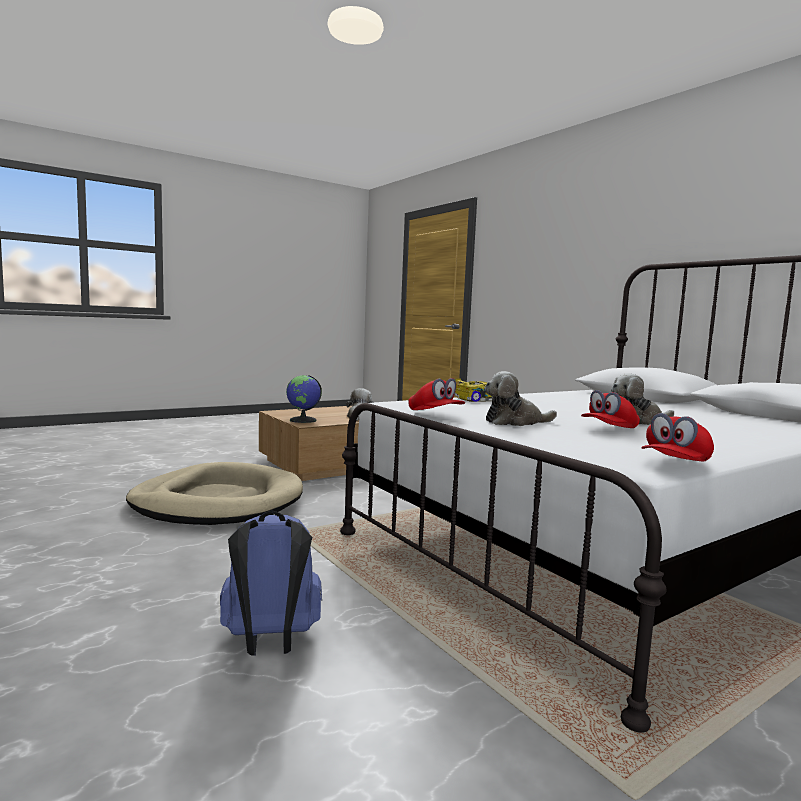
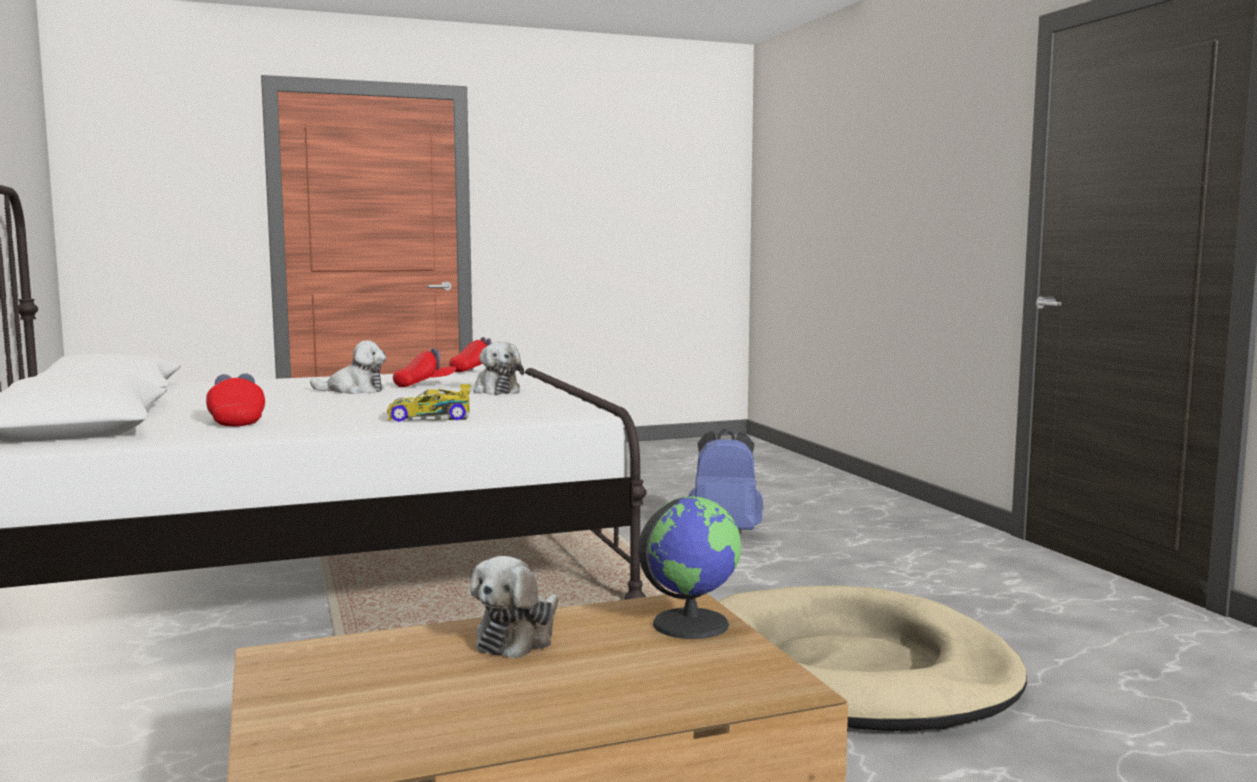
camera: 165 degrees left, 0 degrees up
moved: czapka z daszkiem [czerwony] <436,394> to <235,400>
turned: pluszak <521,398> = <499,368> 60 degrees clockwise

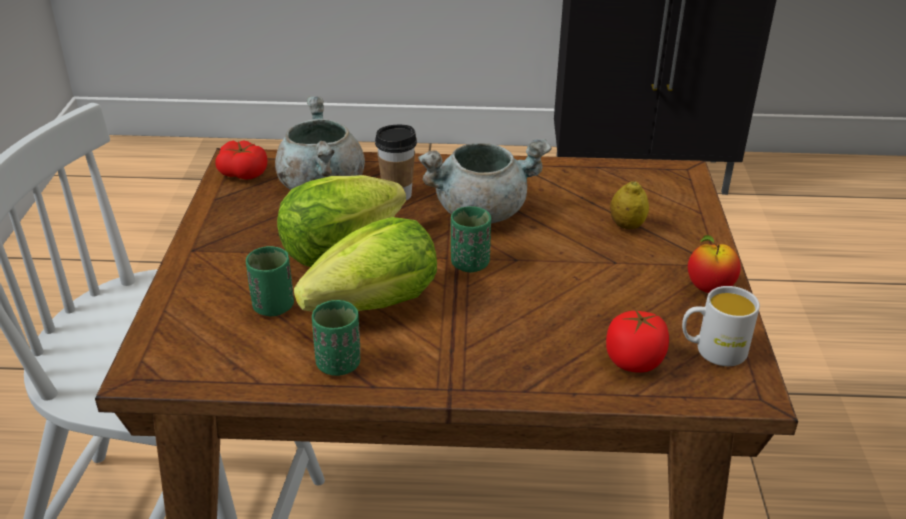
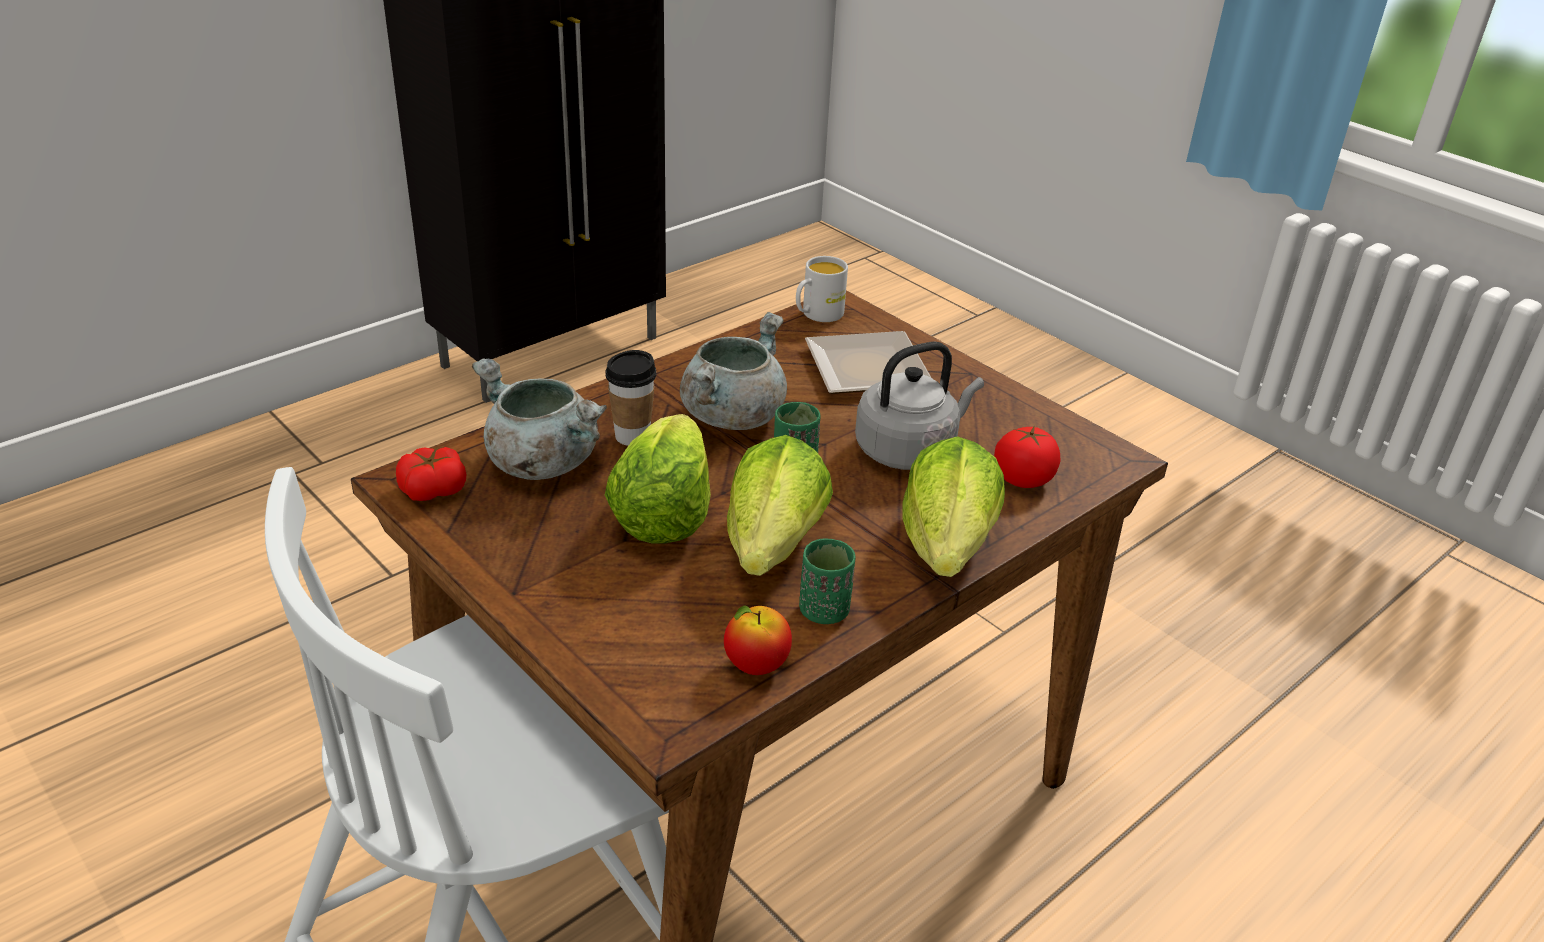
camera: 45 degrees left, 0 degrees up
removed: filiżanka [zielony] <270,281>
added: czajnik [szary] <919,405>; sałata <954,506>
moved: jabłko <714,264> to <758,640>; kubek [biały] <721,326> to <822,289>
replaced: cytryna <629,205> to talerz <868,362>

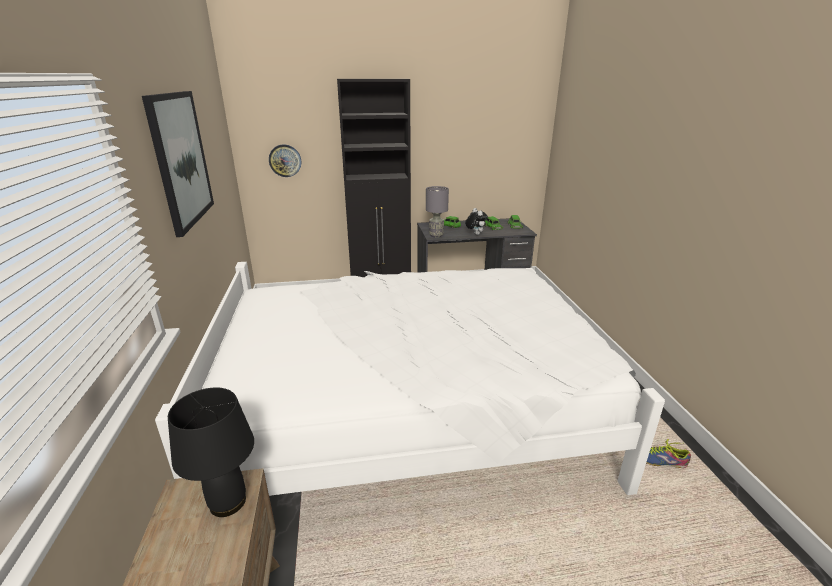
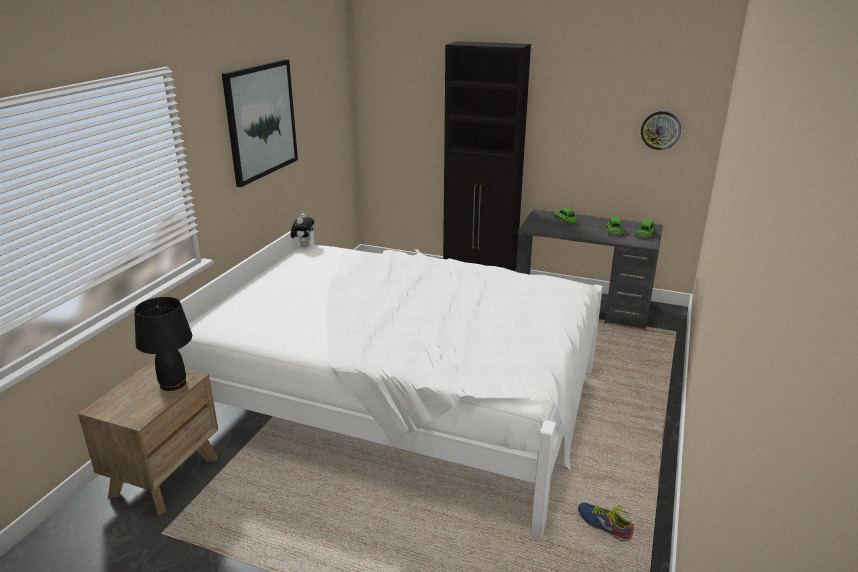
camera: 30 degrees right, 0 degrees up
removed: lampa stołowa [szary] <437,212>
moved: pluszak <476,221> to <302,230>; zegar ścienny <285,160> to <661,130>

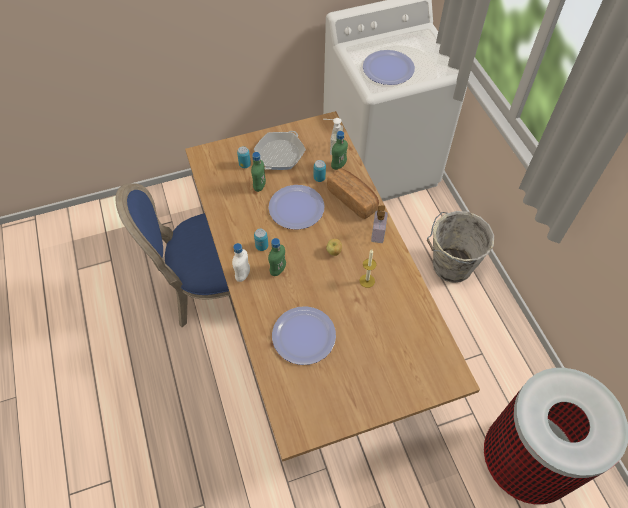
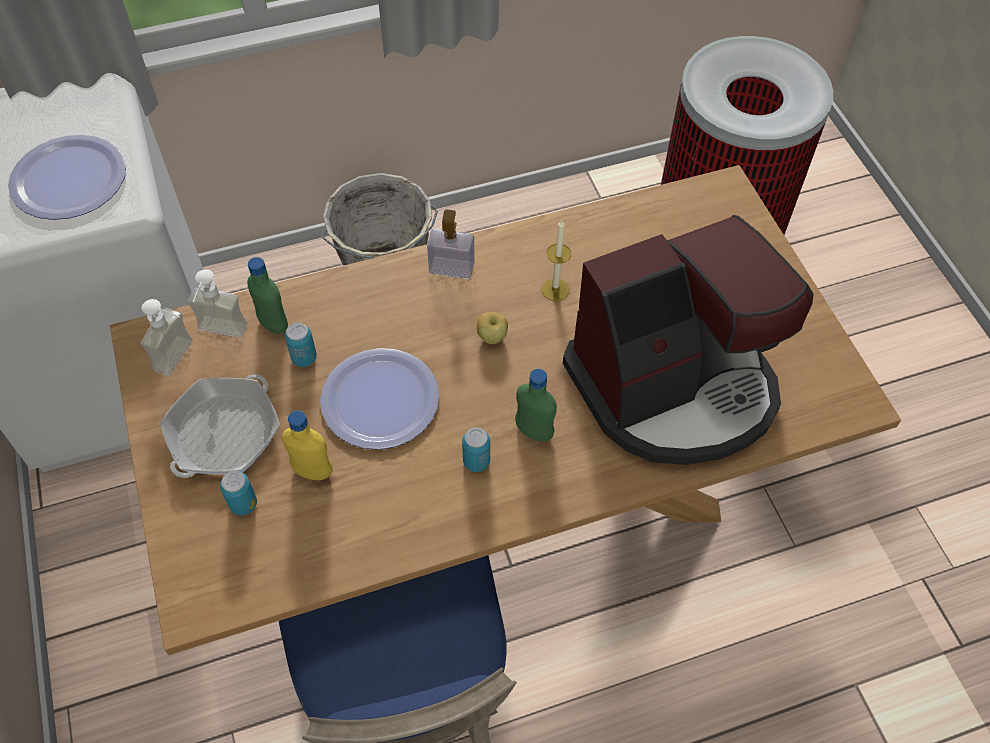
camera: 90 degrees left, 0 degrees up
removed: butelka [biały] <241,262>; chleb <353,194>
added: dozownik mydła <167,337>
replaced: talerz <304,335> to ekspres do kawy <688,340>
recoloured: butelka [zielony] <258,172> to butelka [żółty] <307,445>
turned: patelnia <280,150> = <220,426> 90 degrees clockwise

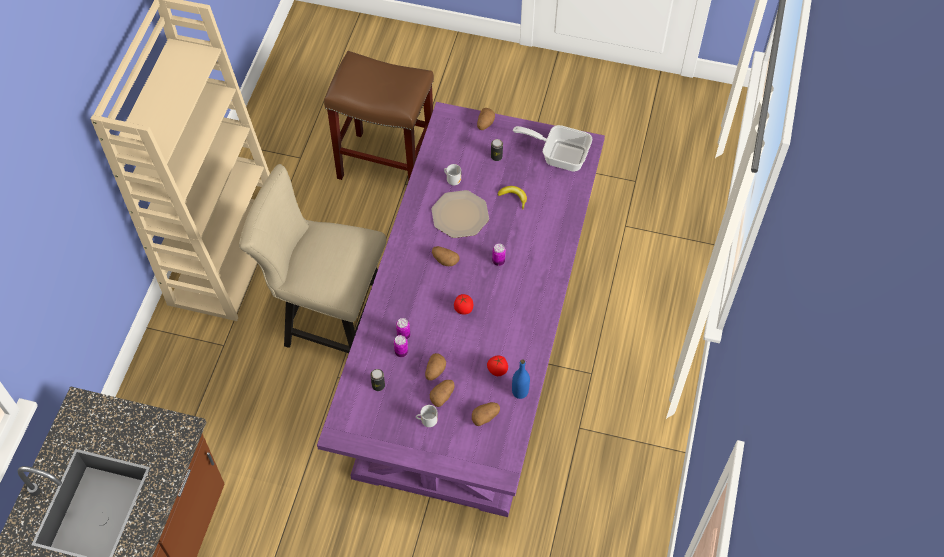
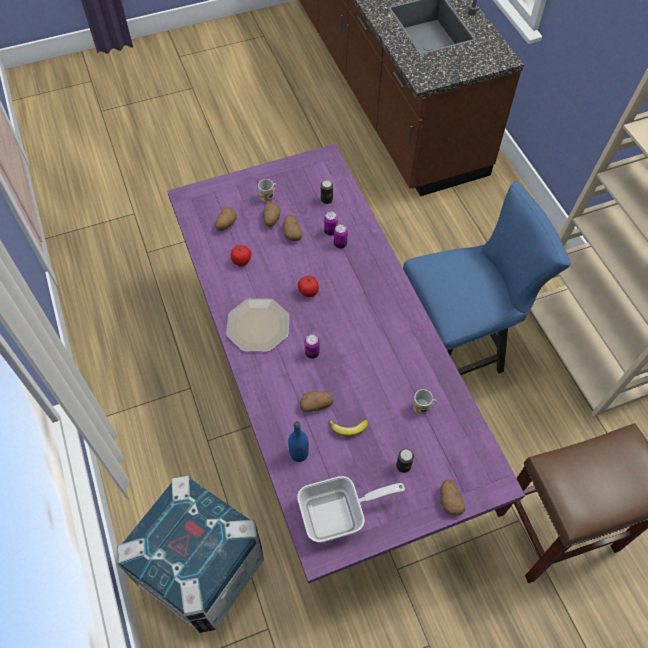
camera: 145 degrees right, 0 degrees up
added: skrzynka <190,554>
moved: talerz <460,214> to <258,325>; butelka [niebieski] <521,379> to <298,441>; ziemniak <446,256> to <316,401>
recoloured: krzesło [beżowy] <312,258> to krzesło [niebieski] <487,278>

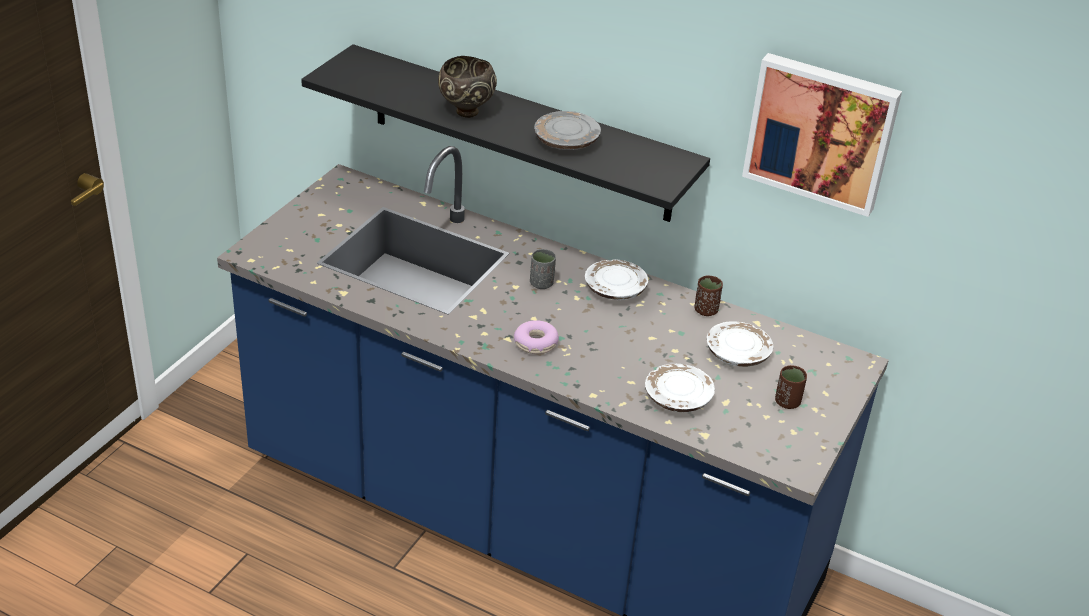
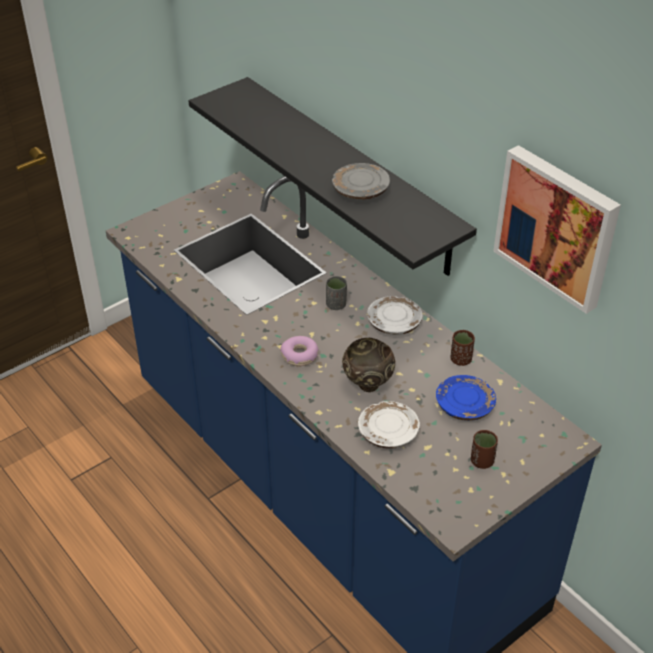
camera: 25 degrees right, 5 degrees up
moved: miska [brązowy] <467,87> to <368,365>
recoloured: talerz [biały] <740,344> to talerz [niebieski] <466,398>

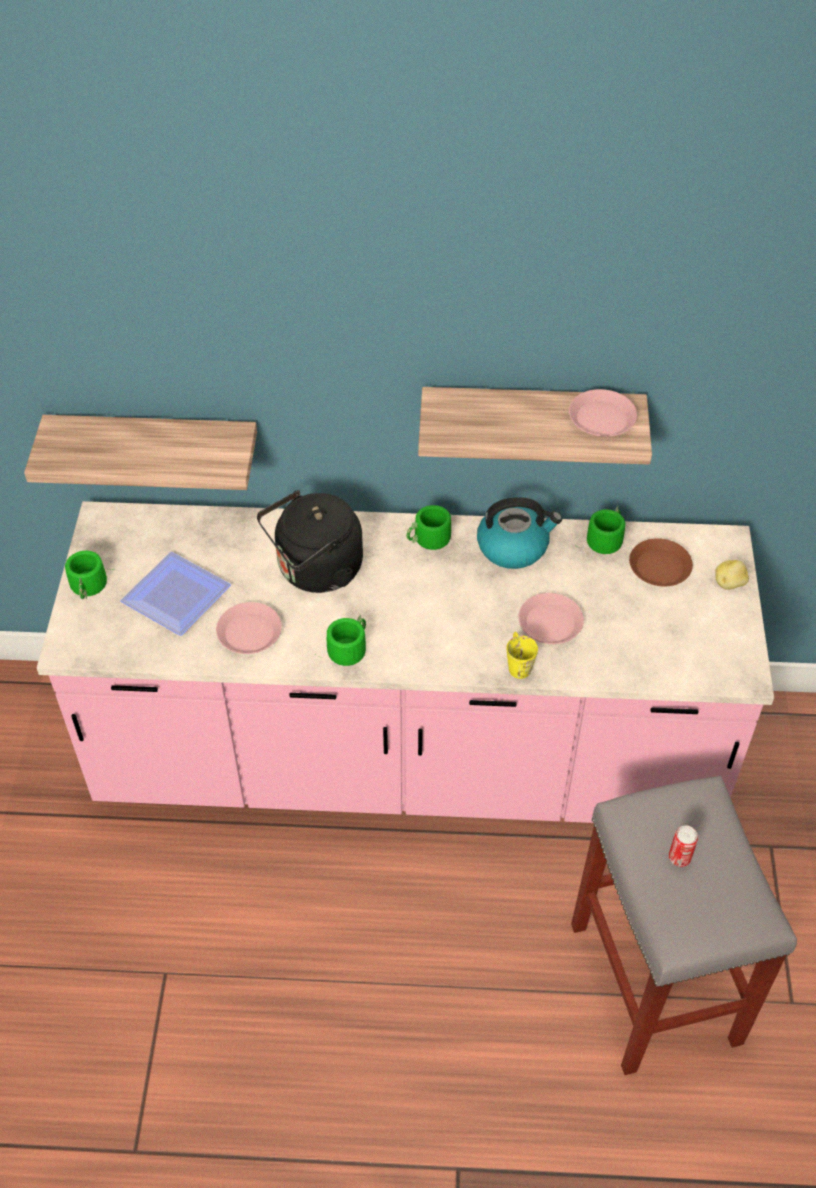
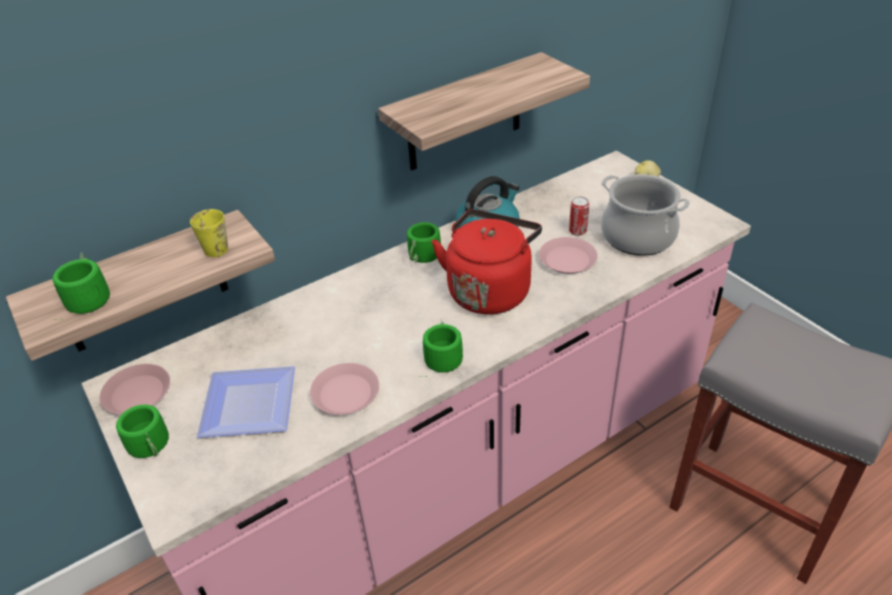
camera: 35 degrees left, 10 degrees down
removed: czajnik [czarny] <310,541>; talerz [brązowy] <661,562>
added: czajnik [czerwony] <487,262>; garnek <645,215>
moved: kubek [zielony] <600,530> to <81,286>; talerz [różowy] <603,413> to <135,389>; kubek [żółty] <522,655> to <209,233>; puszka <683,846> to <579,216>

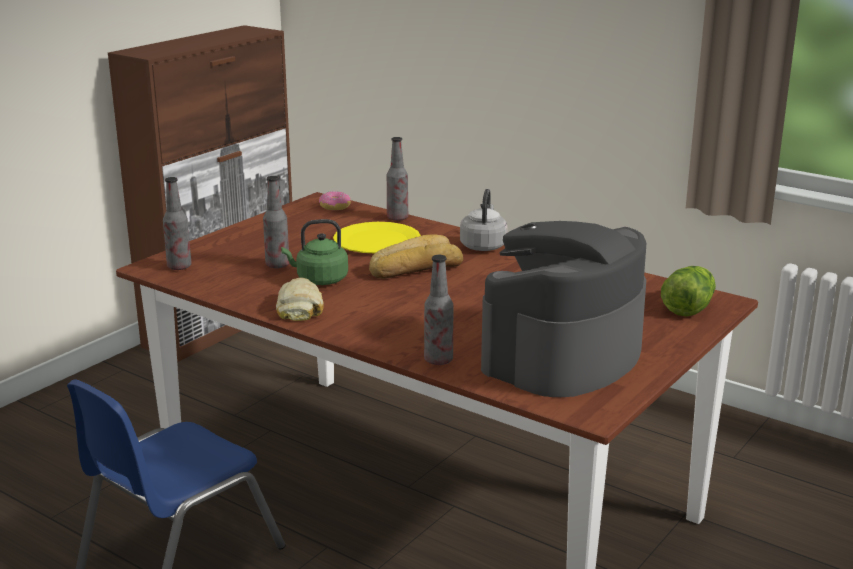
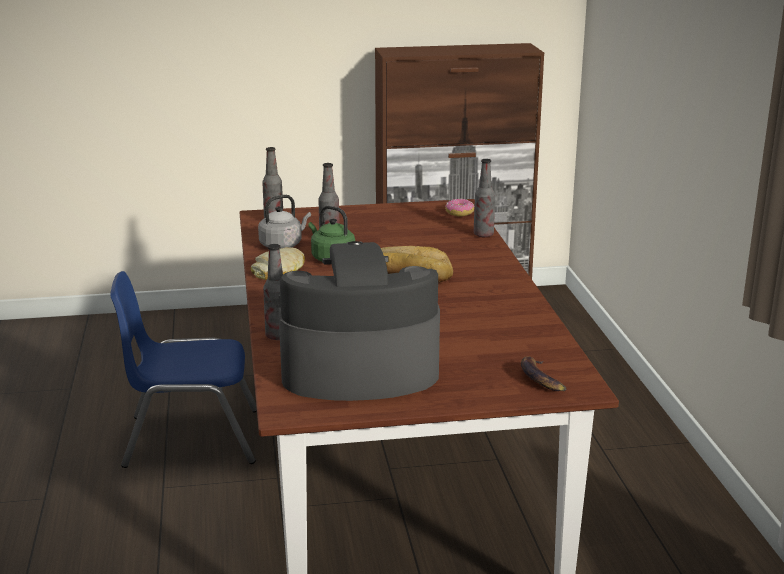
camera: 45 degrees right, 0 degrees up
removed: talerz [żółty] <377,237>
moved: czajnik [szary] <483,220> to <284,222>
replaced: sałata <688,291> to banan <543,373>

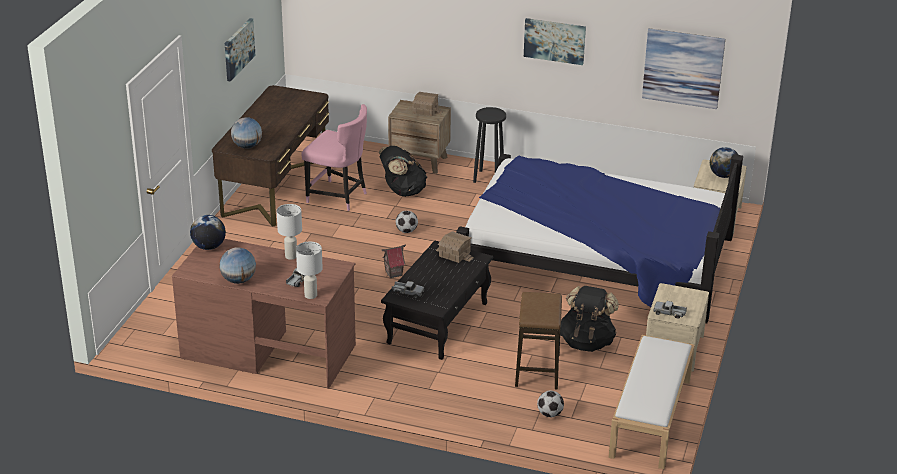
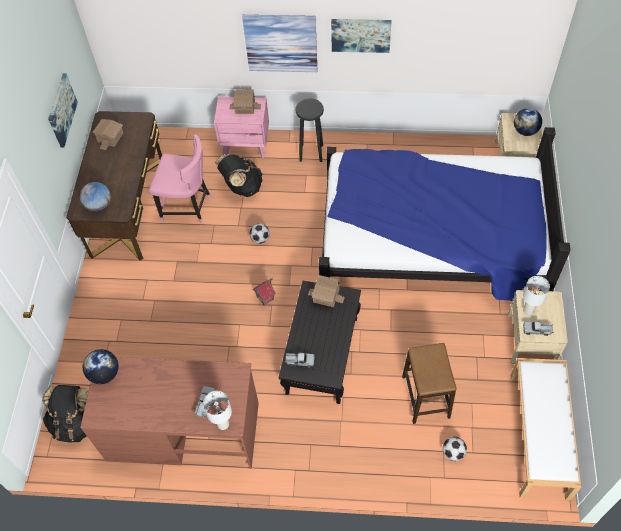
camera: 10 degrees left, 25 degrees up
removed: globus <238,265>
added: domek <107,134>
moved: plecak [czarny] <589,319> to <65,413>; obraz <683,68> to <279,43>; lampa stołowa [biały] <289,232> to <536,295>
recoloured: szafka nocna [brązowy] <419,137> to szafka nocna [różowy] <241,127>

